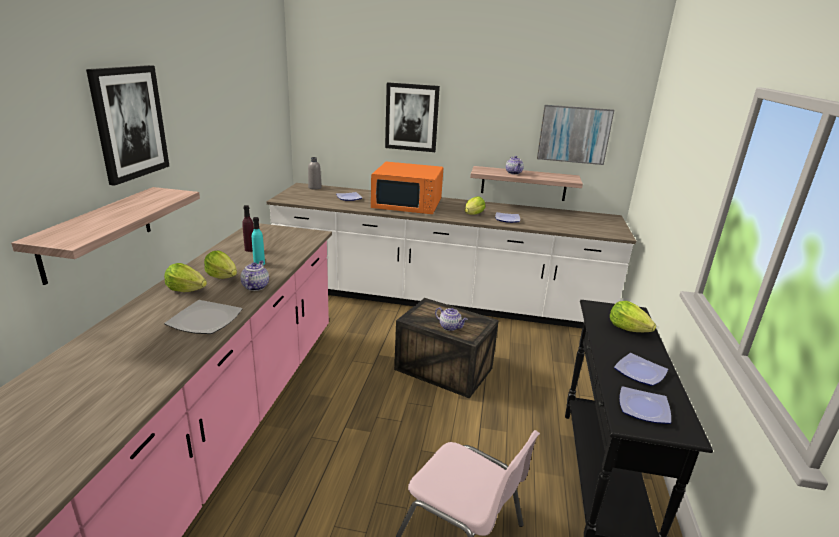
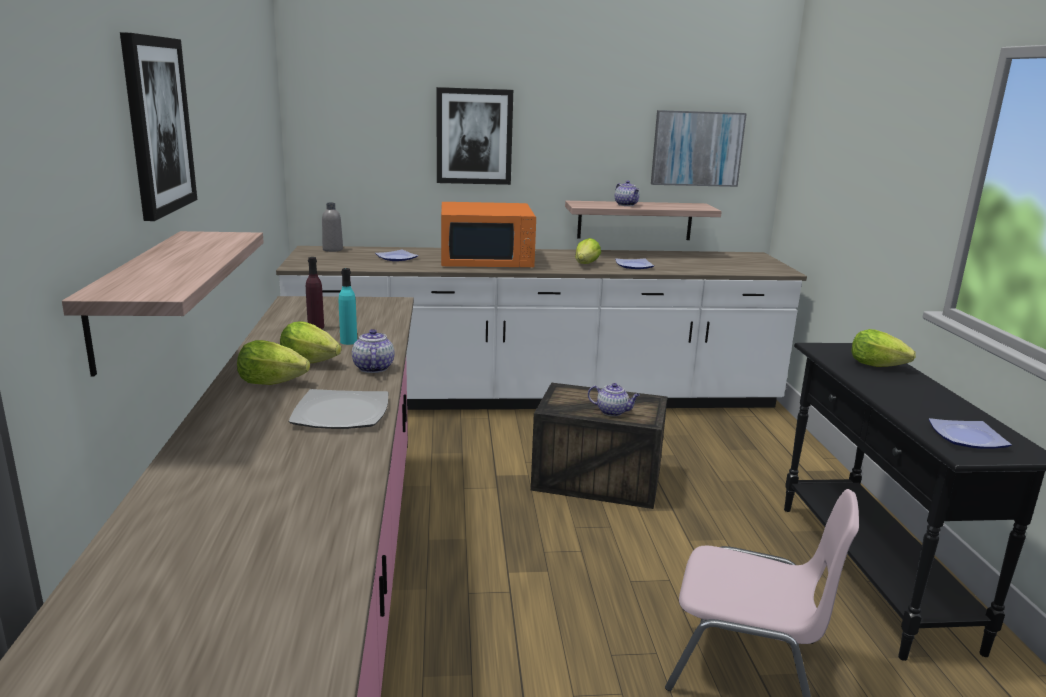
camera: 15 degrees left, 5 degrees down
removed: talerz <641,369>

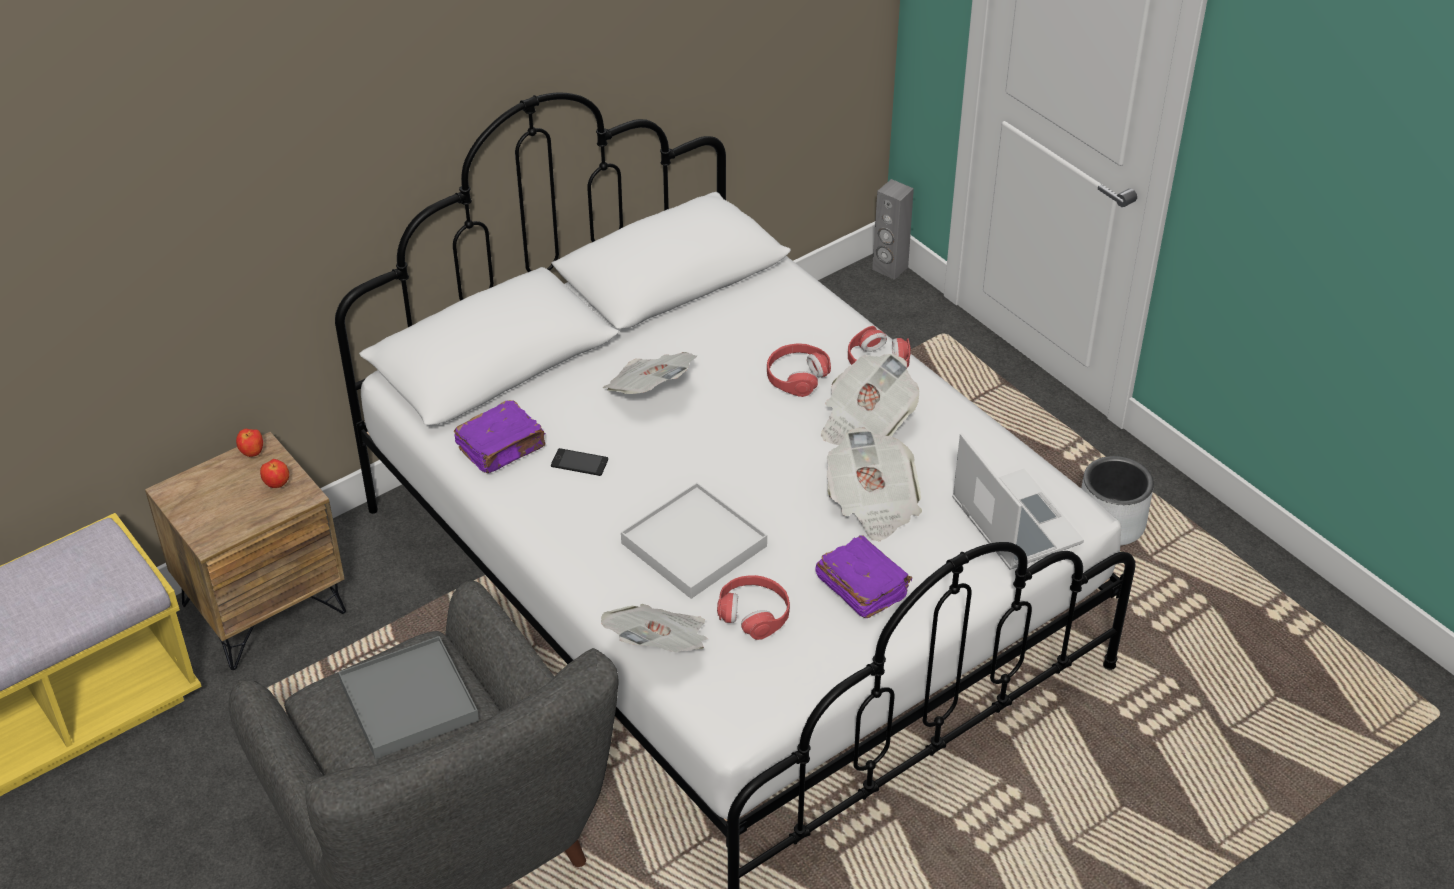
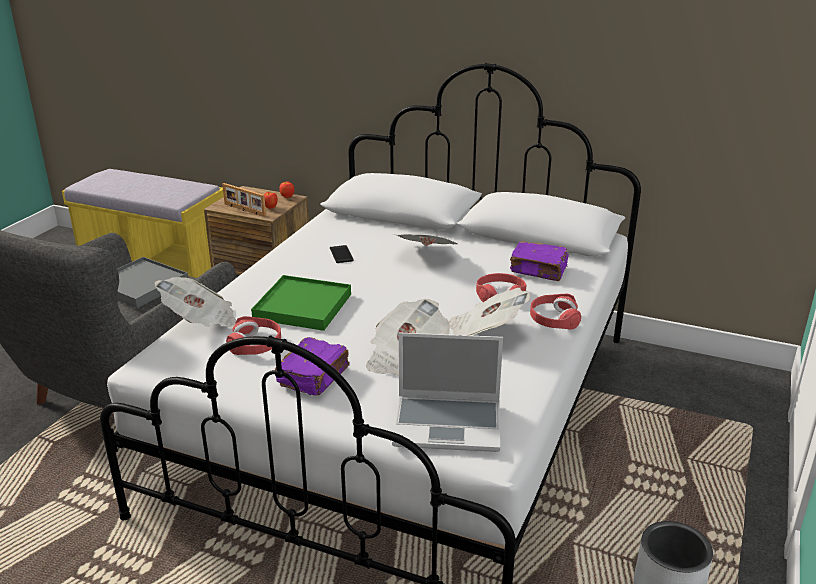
camera: 60 degrees right, 15 degrees down
removed: głośnik [szary] <893,229>
added: ramka na zdjęcie <244,200>
moved: książka [fioletowy] <500,436> to <539,261>
recoloured: taca [biały] <694,540> to taca [zielony] <301,303>
turned: laptop <1018,501> = <447,392> 60 degrees clockwise

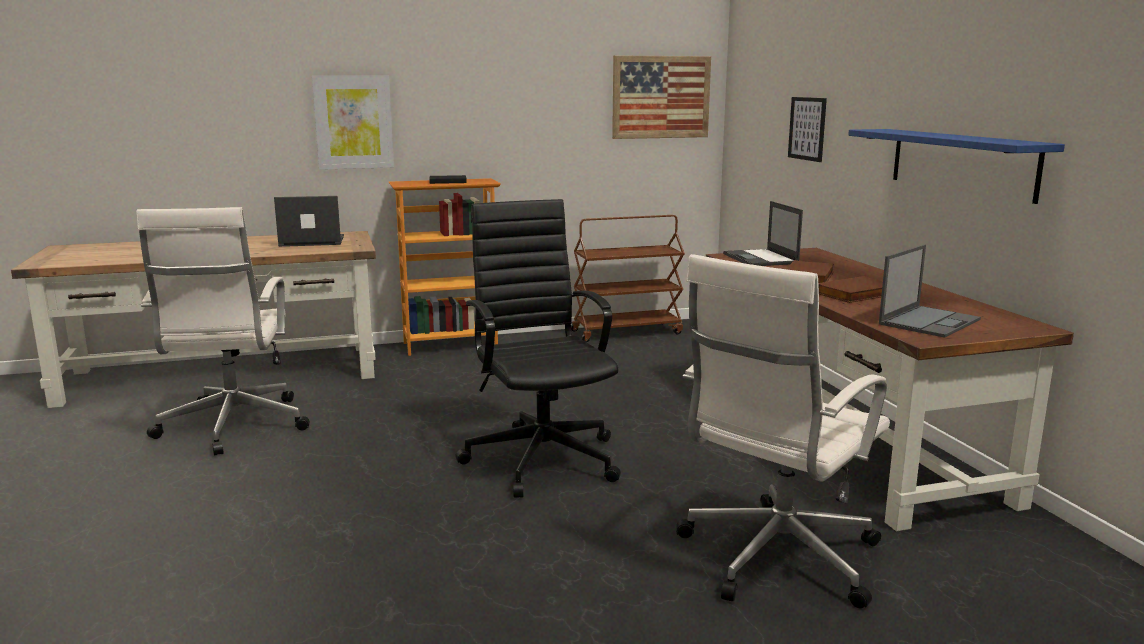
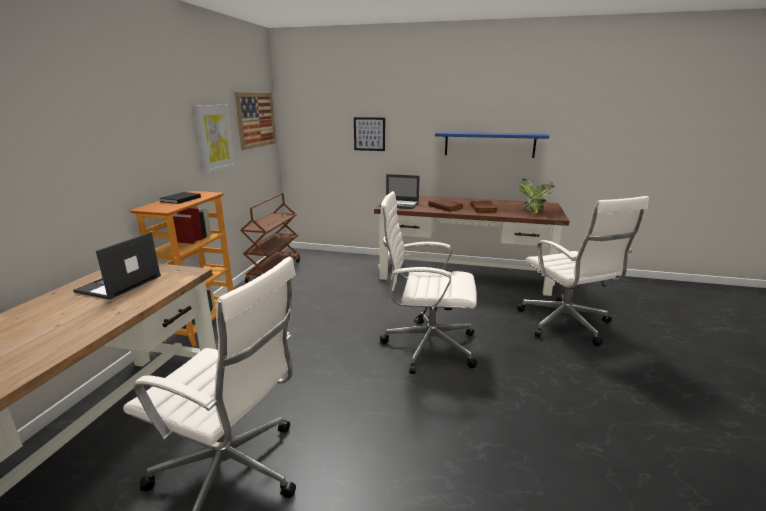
camera: 60 degrees left, 5 degrees up
moved: obraz <353,122> to <214,139>
replaced: laptop <930,291> to roślina doniczkowa <536,196>
recoloured: krzesło biurowe [czarny] <538,348> to krzesło biurowe [biały] <429,282>

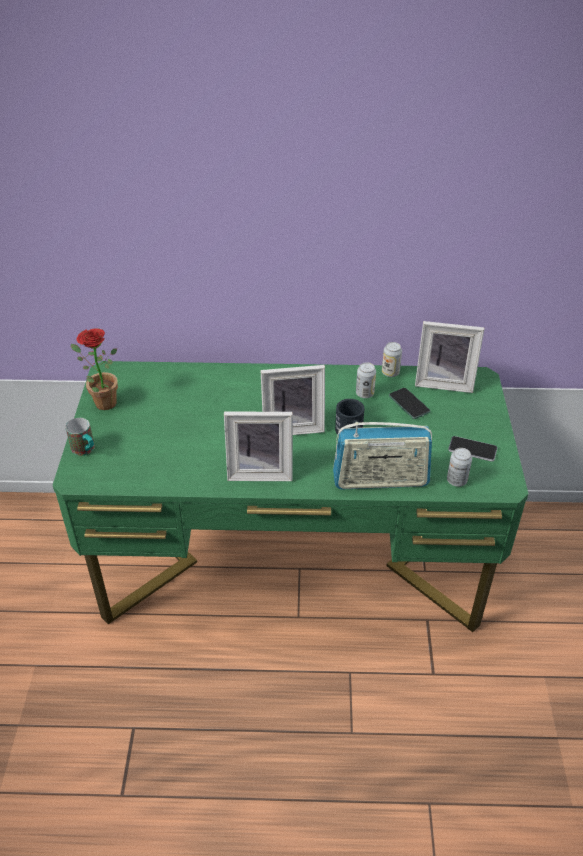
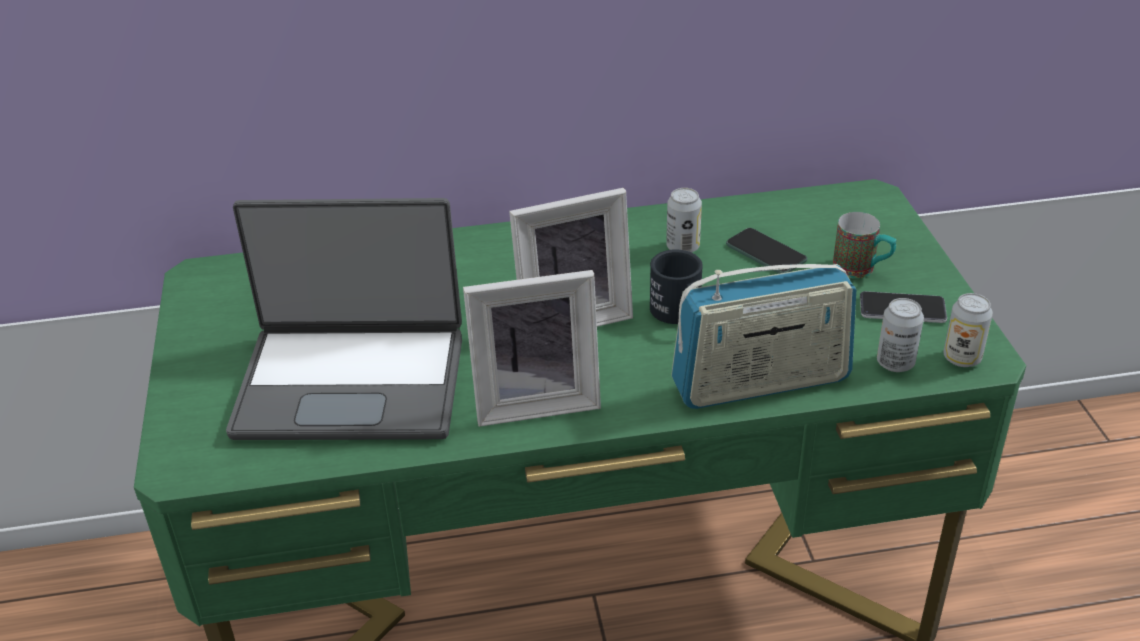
camera: 10 degrees left, 5 degrees down
removed: roślina doniczkowa <94,369>; ramka na zdjęcie <449,357>
added: laptop <344,319>
moved: kubek <80,437> to <865,245>; puszka <392,359> to <968,330>

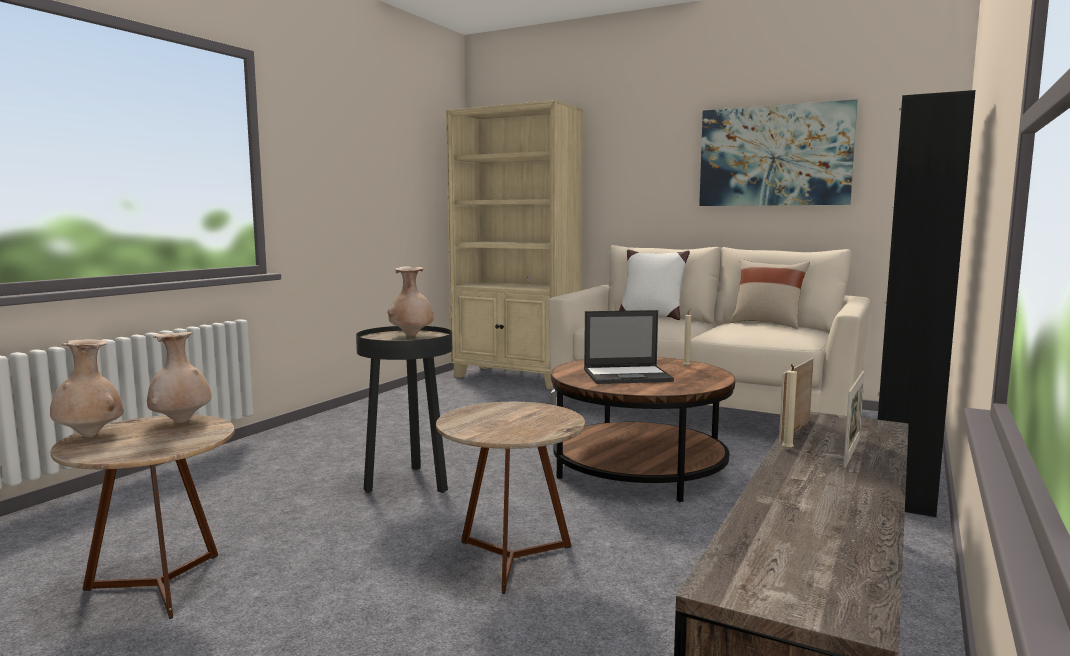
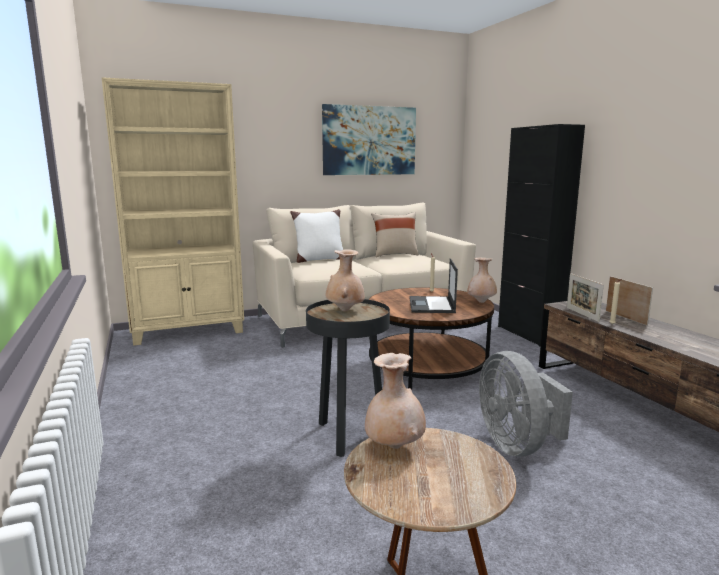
camera: 50 degrees left, 5 degrees up
moved: wazon [beżowy] <87,388> to <482,280>
replaced: stolik [brązowy] <510,498> to wentylator [szary] <526,404>
turned: laptop <629,347> = <434,285> 150 degrees clockwise

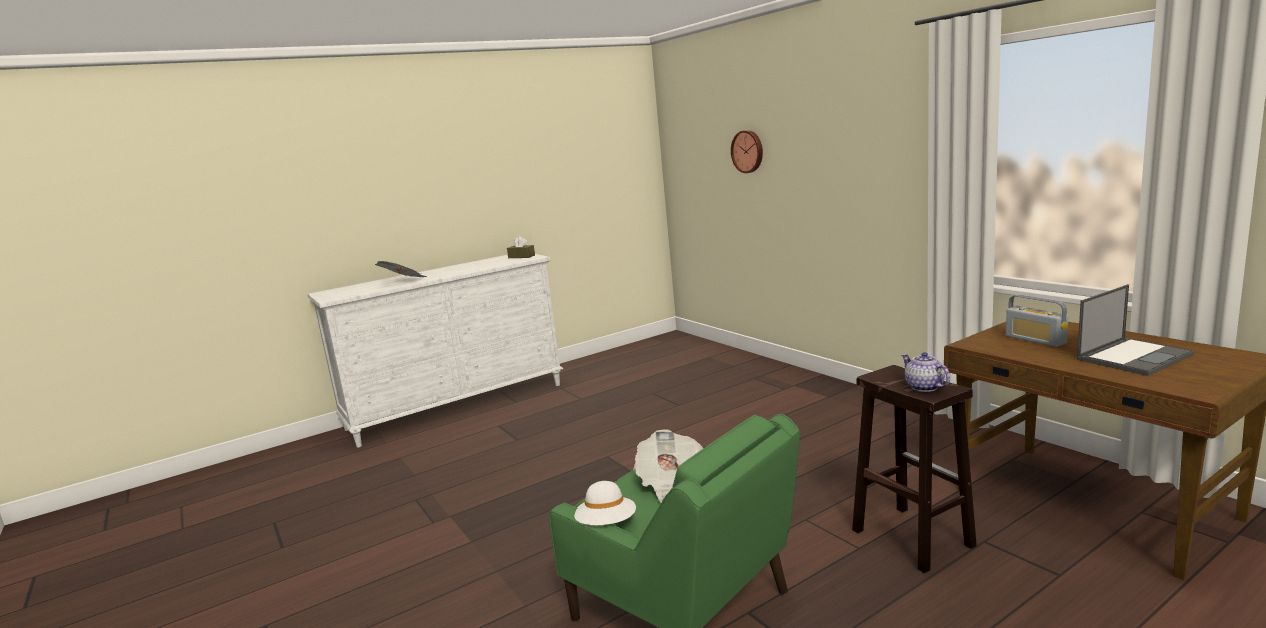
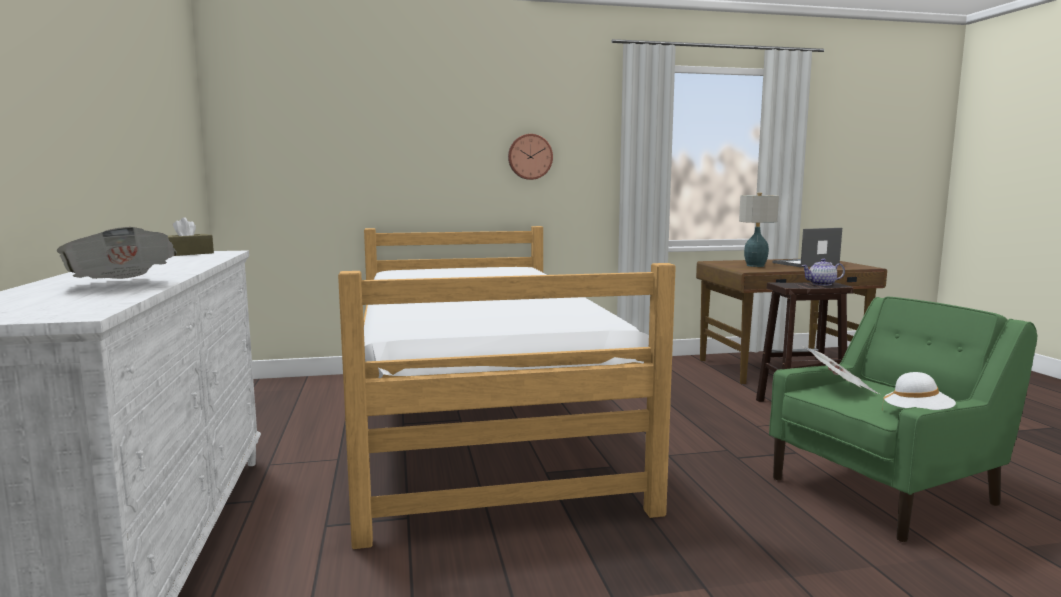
camera: 70 degrees left, 5 degrees down
added: łóżko <507,387>
moved: zegar ścienny <747,151> to <530,157>
replaced: radio <1037,321> to lampa stołowa <759,230>
turned: laptop <1136,330> = <807,247> 105 degrees counterclockwise

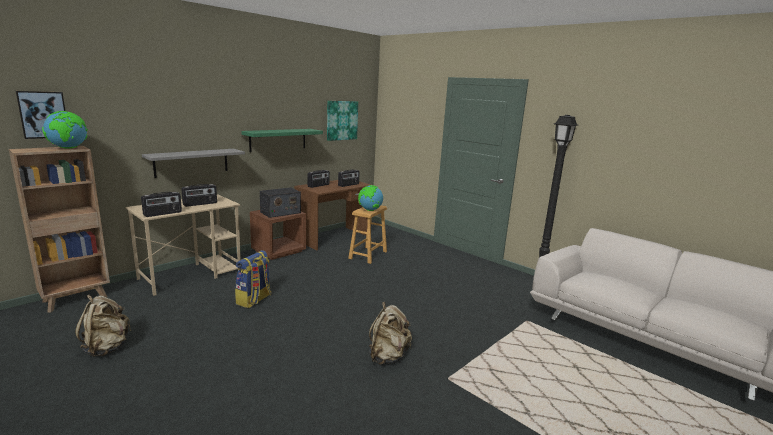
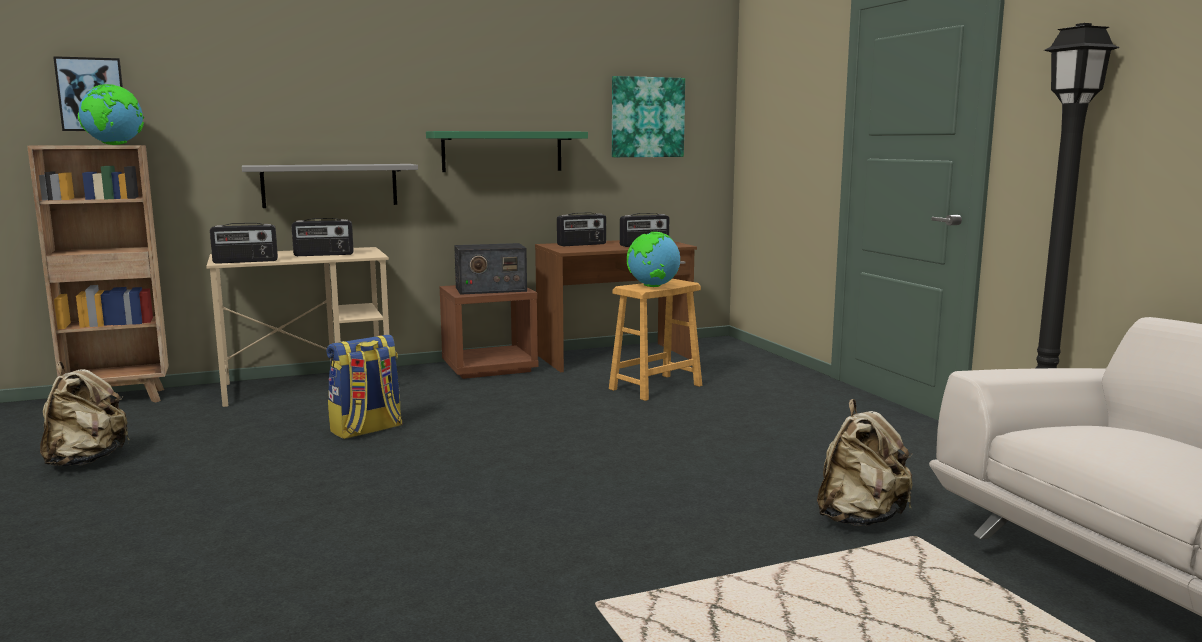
camera: 25 degrees right, 5 degrees down
moved: plecak [beżowy] <390,333> to <865,462>

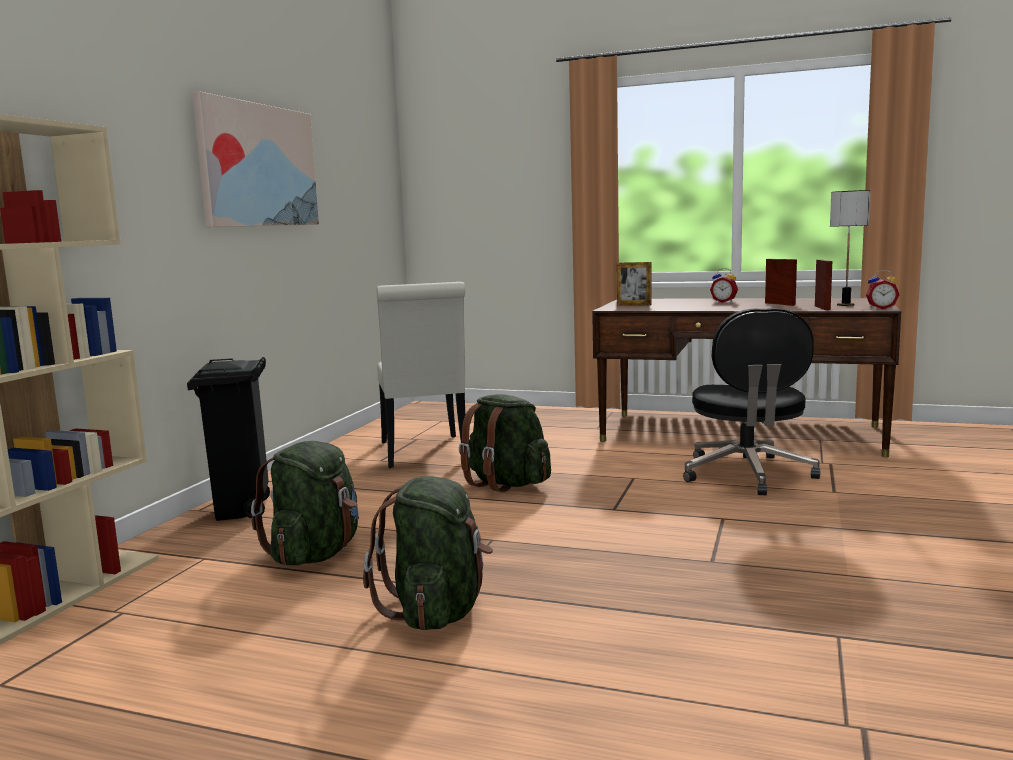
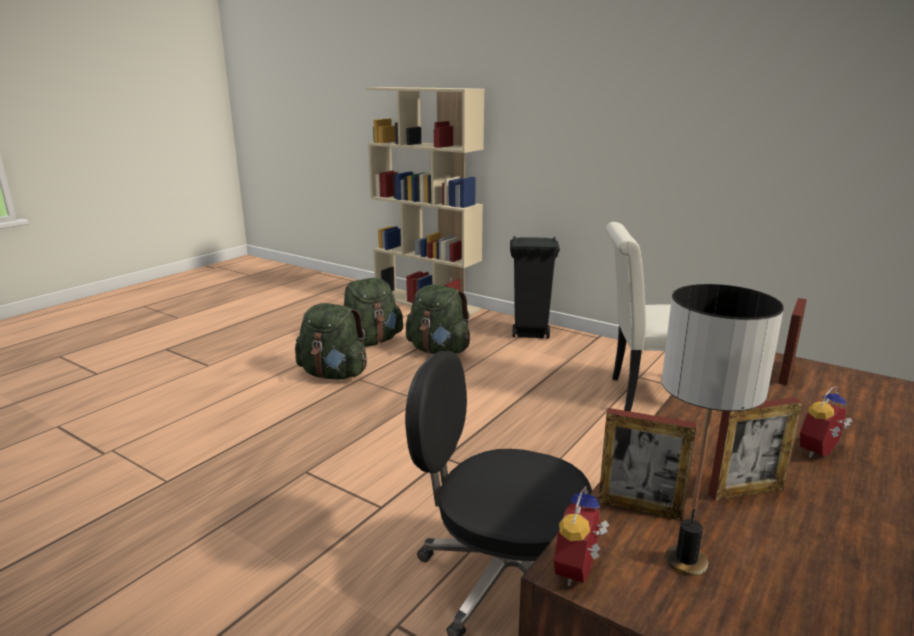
camera: 105 degrees right, 10 degrees up
removed: obraz <255,159>
moved: plecak [zielony] <505,443> to <373,312>

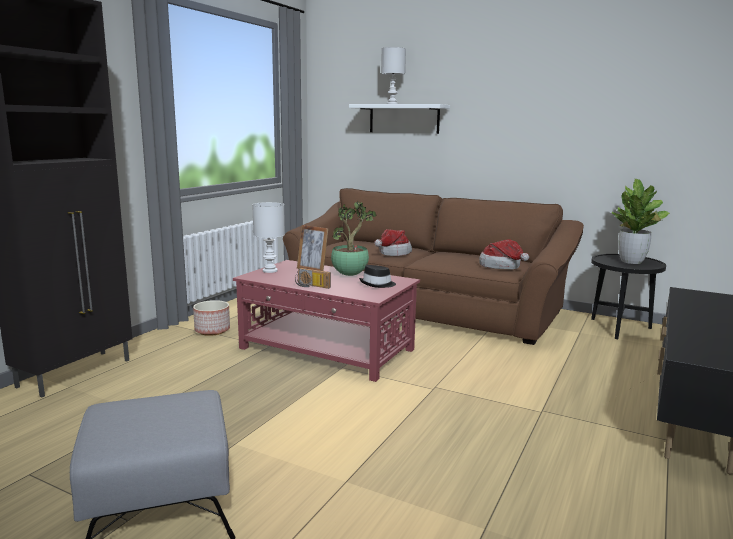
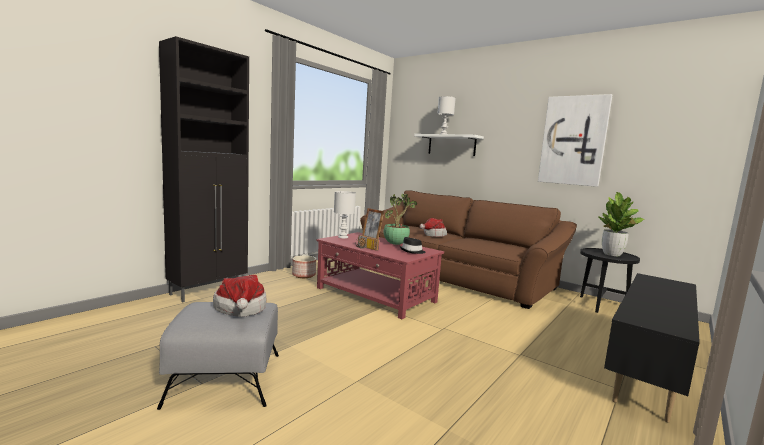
camera: 10 degrees right, 5 degrees down
added: obraz <575,140>
moved: kapelusz <504,254> to <239,296>

